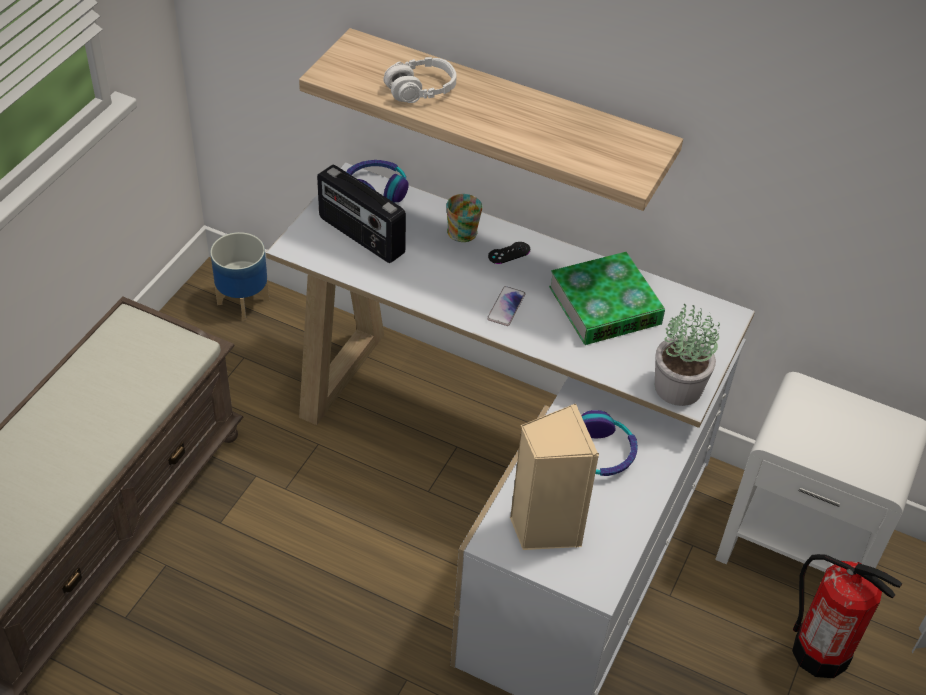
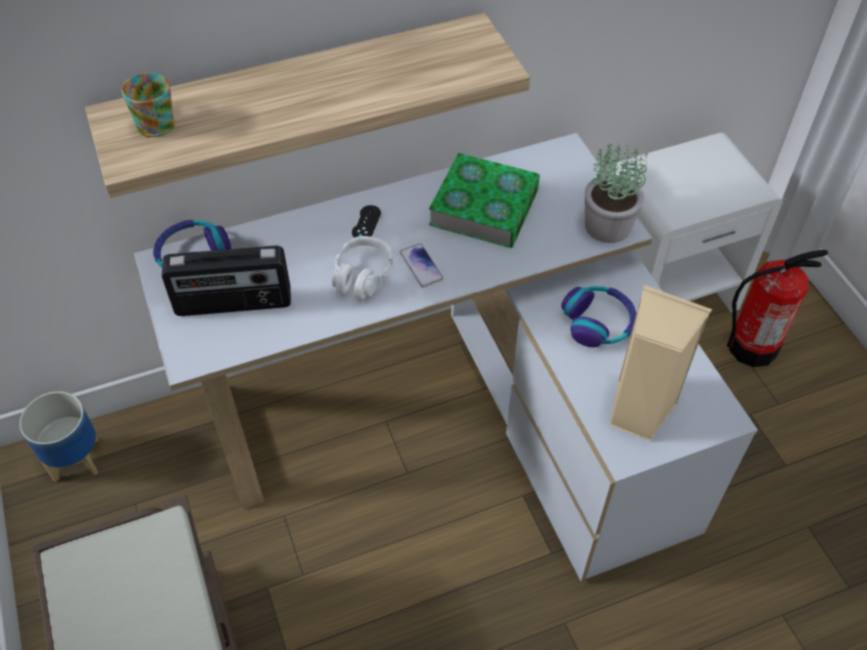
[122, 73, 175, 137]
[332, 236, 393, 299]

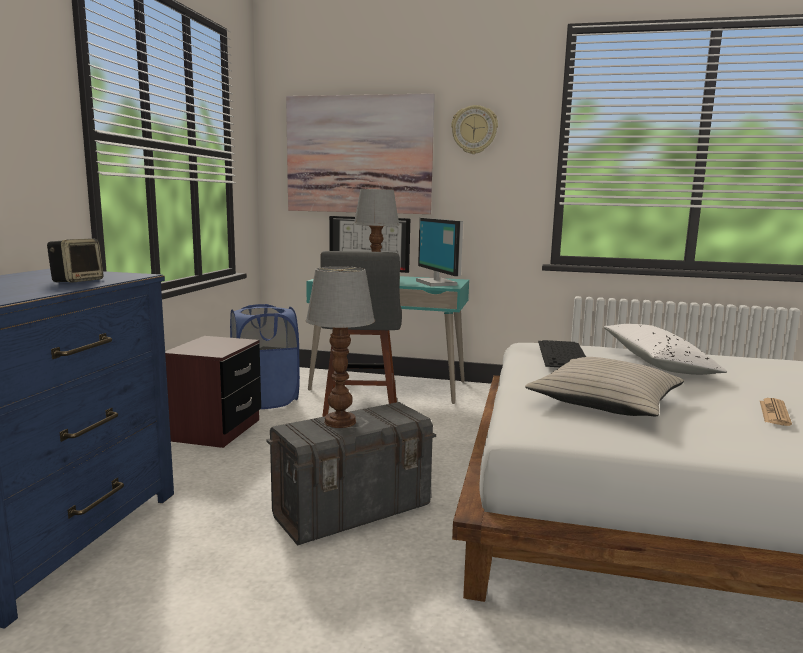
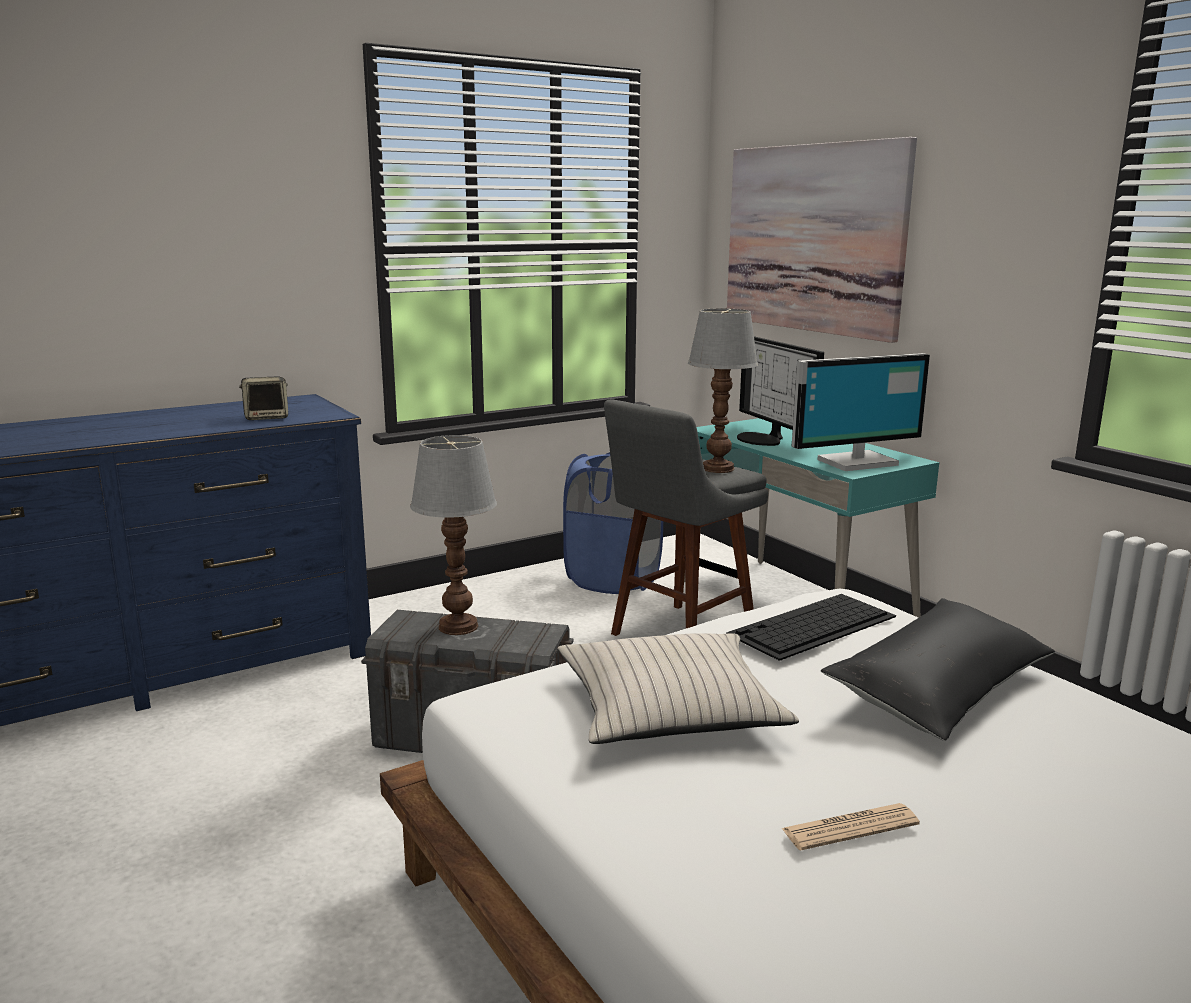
[791, 353, 930, 471]
[821, 598, 1055, 741]
[165, 336, 261, 448] (first image)
[451, 105, 498, 154] (first image)

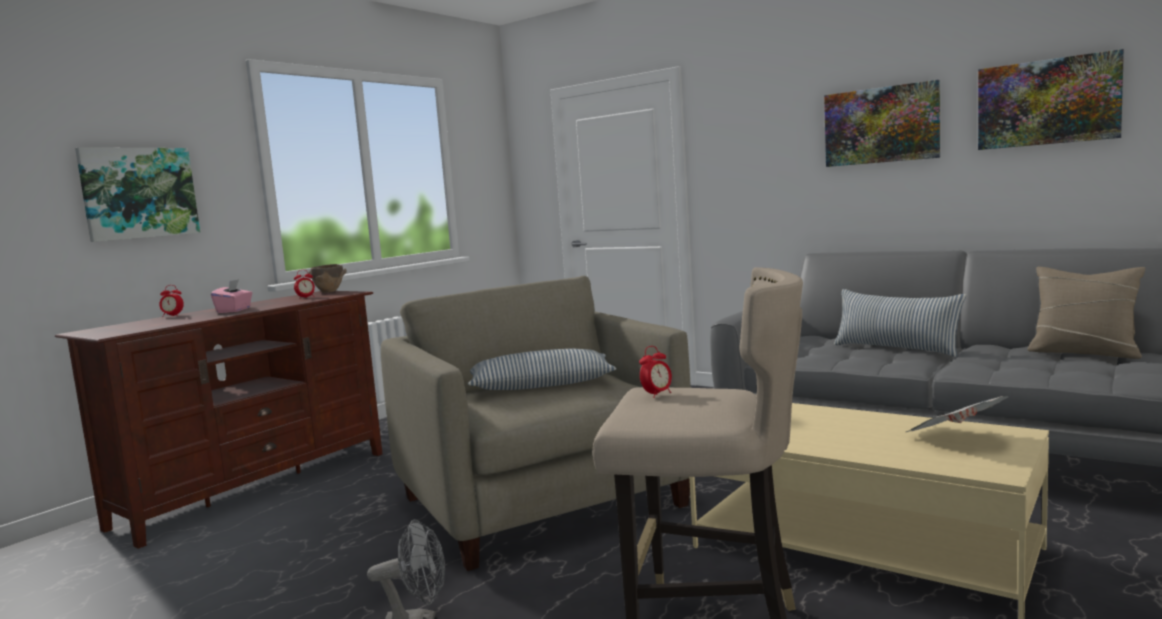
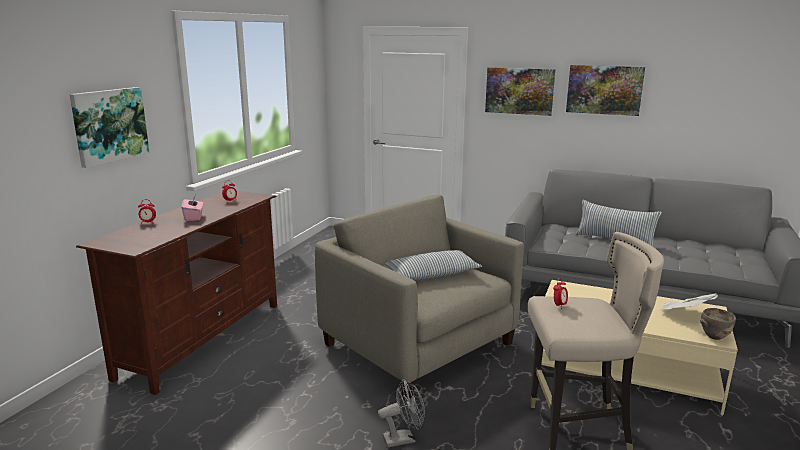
[485, 67, 555, 116]
[700, 308, 736, 340]
[1027, 267, 1146, 359] (first image)

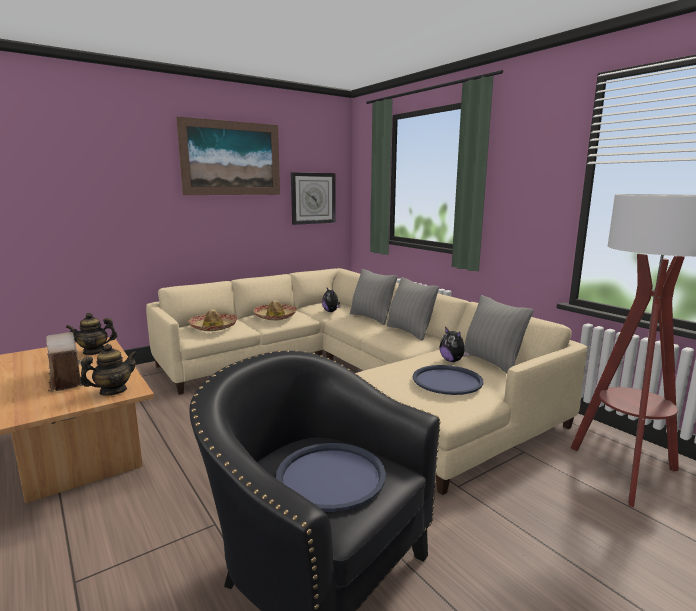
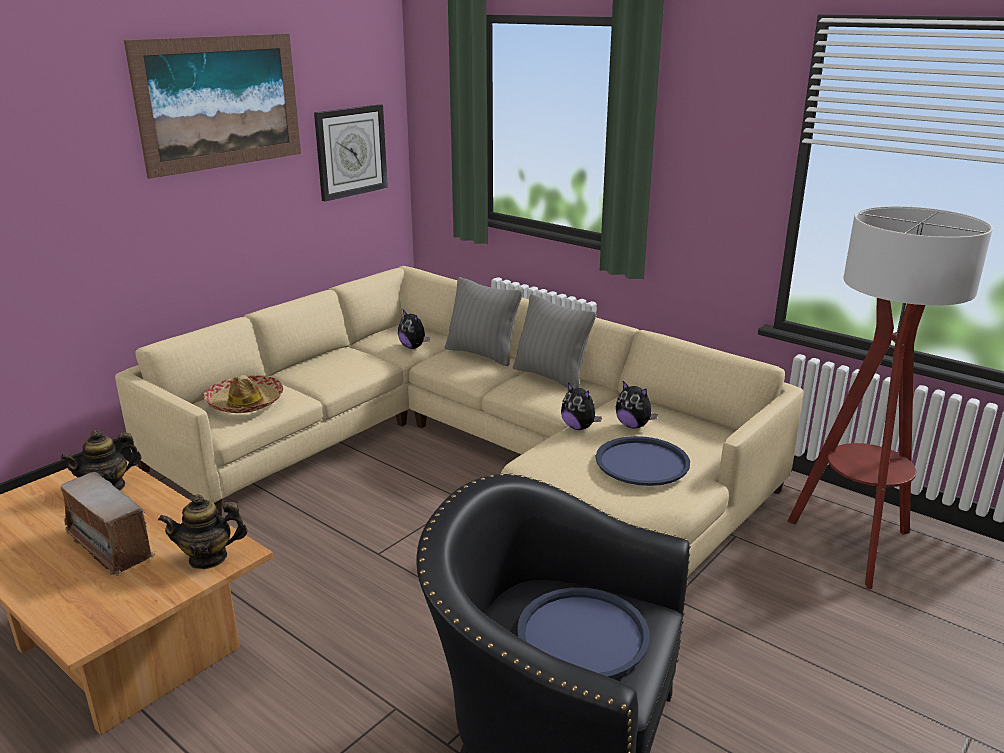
[158, 494, 248, 569]
[561, 383, 602, 430]
[253, 300, 297, 320] (first image)
[464, 295, 533, 373] (first image)

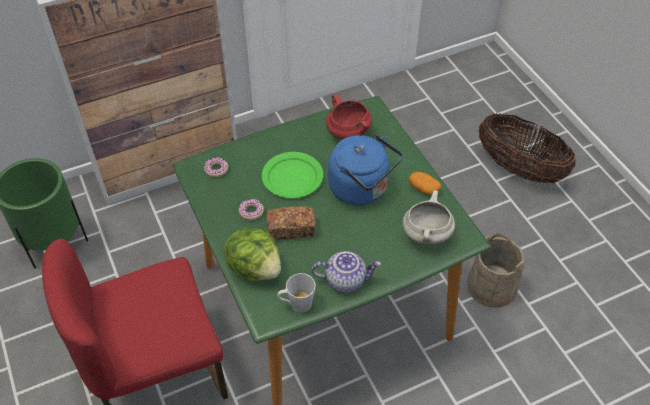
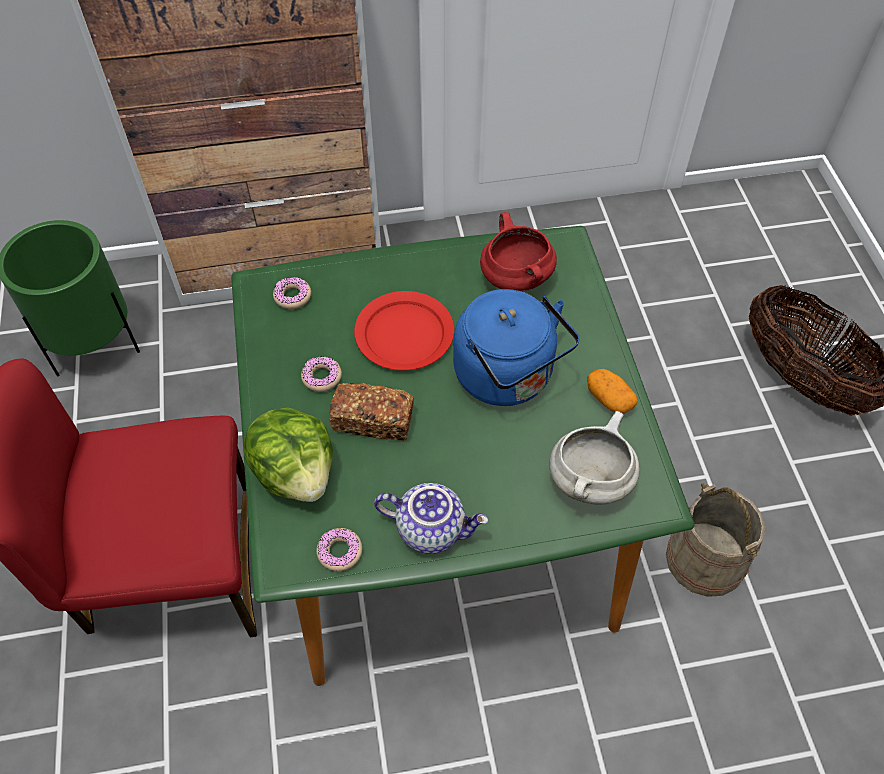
[316, 528, 362, 571]
[354, 291, 454, 371]

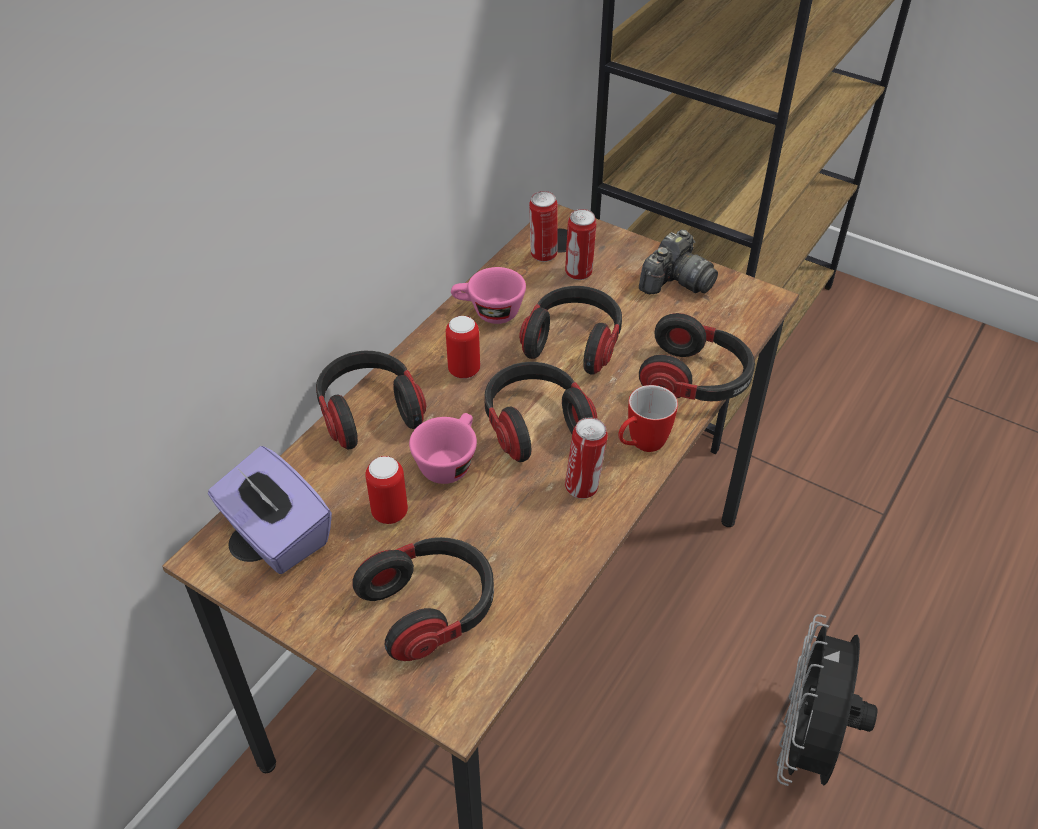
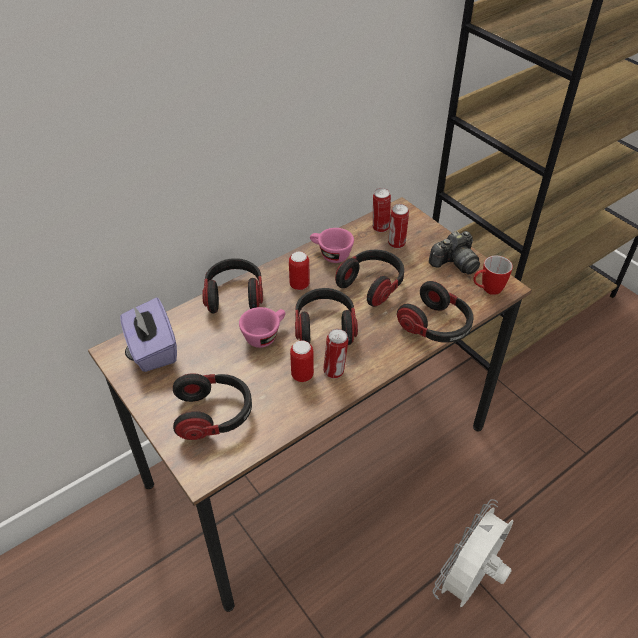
[290, 340, 314, 382]
[432, 499, 514, 607]
[473, 256, 513, 295]

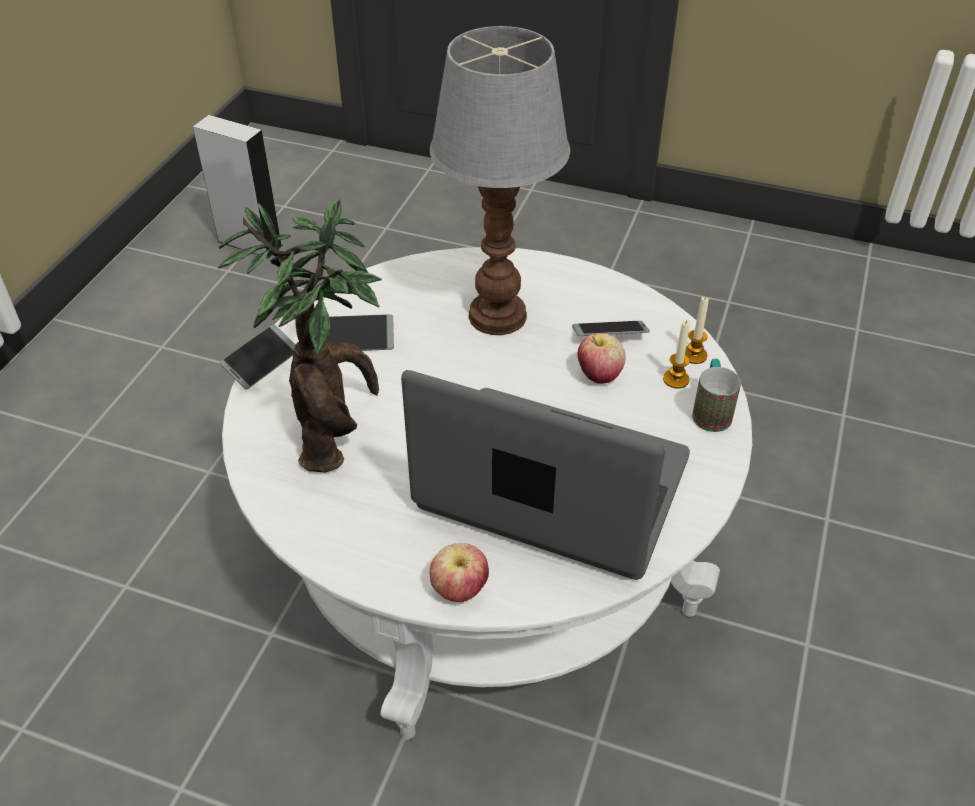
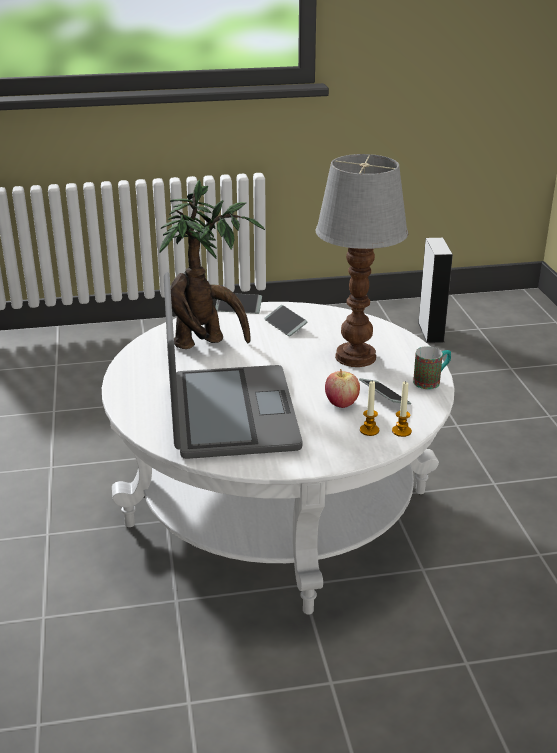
[413, 346, 451, 389]
[430, 543, 489, 602] (first image)

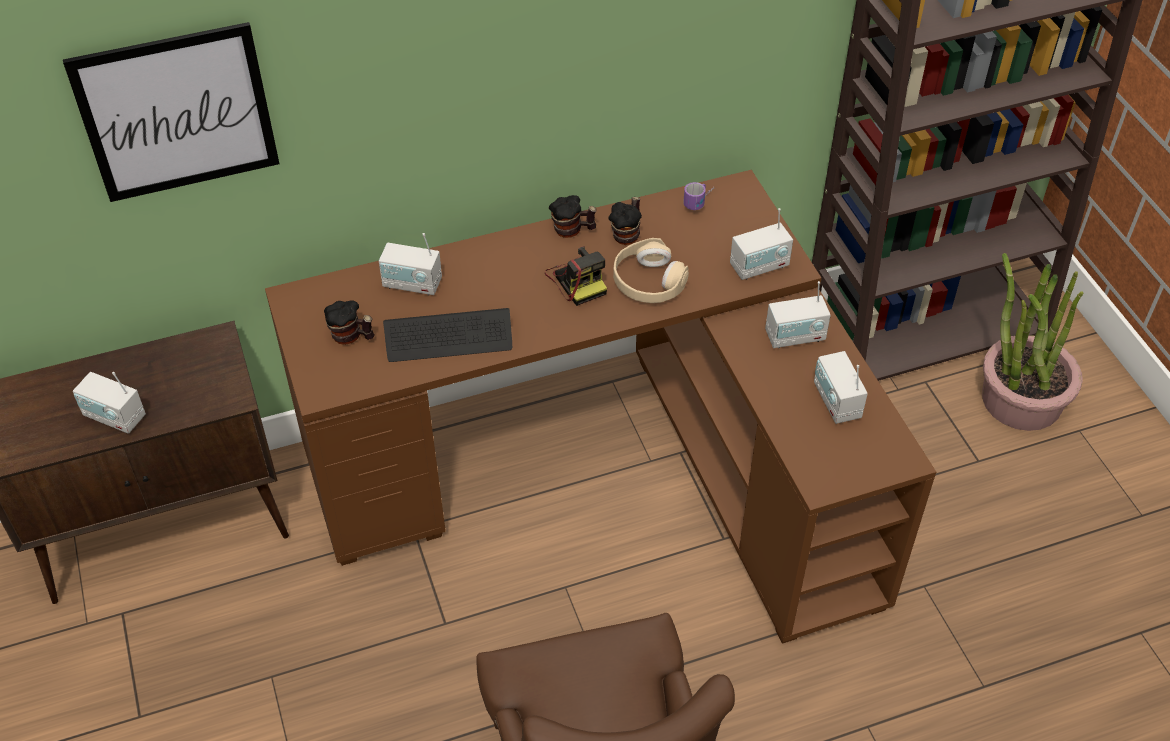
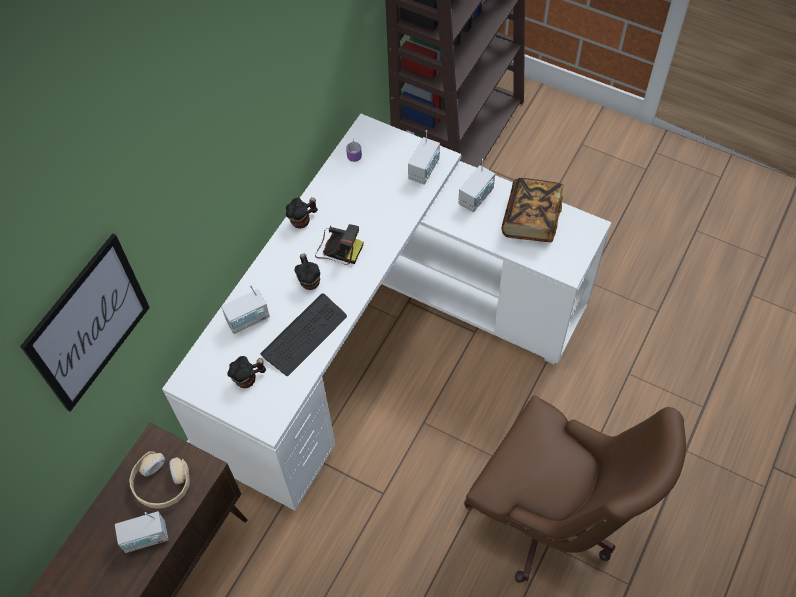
[129, 451, 190, 508]
[162, 114, 611, 511]
[294, 254, 320, 290]
[502, 178, 563, 242]
[982, 253, 1083, 431] (first image)

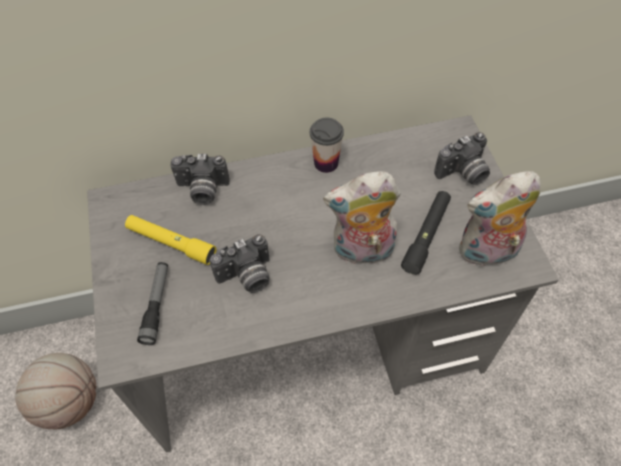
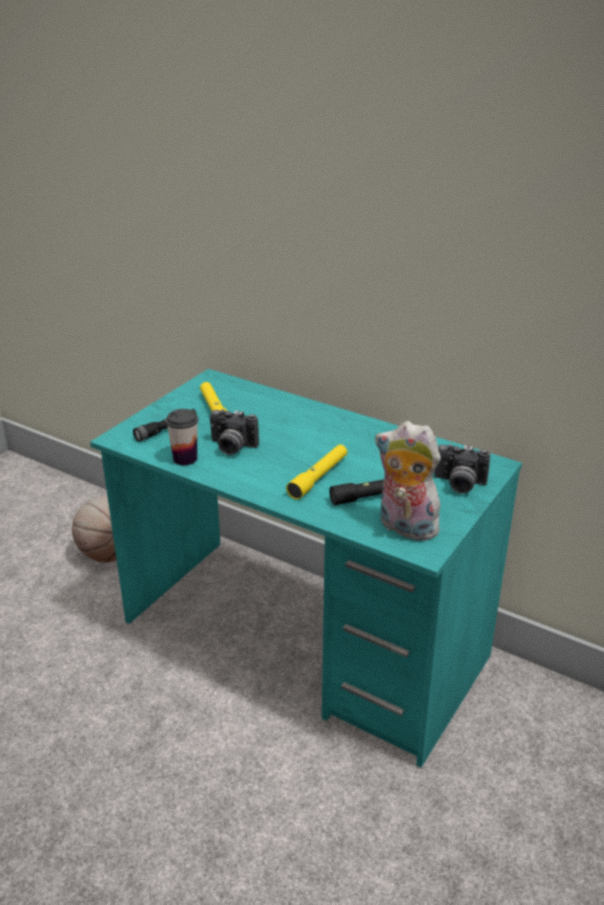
[90, 369, 522, 767]
[166, 409, 198, 465]
[286, 445, 347, 499]
[170, 154, 230, 205] (first image)

